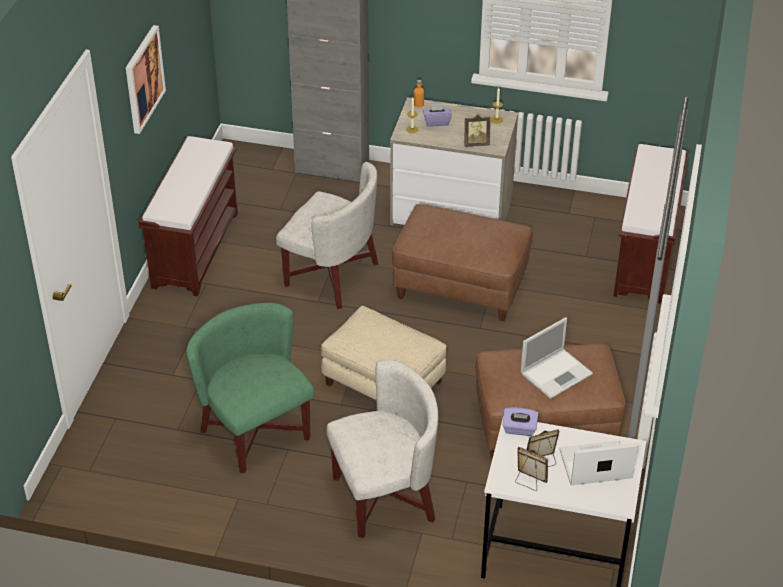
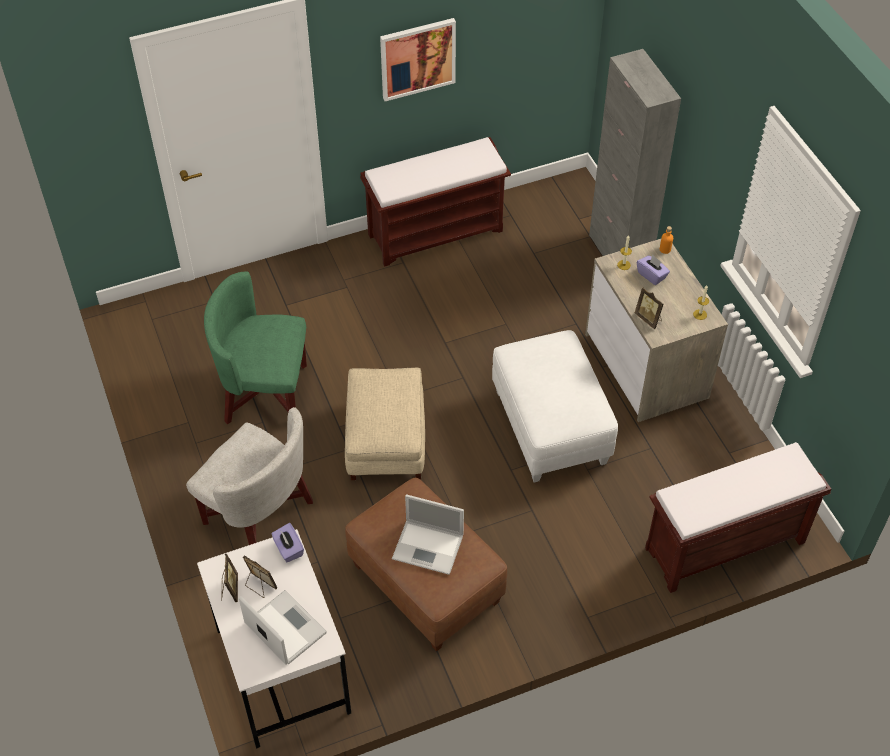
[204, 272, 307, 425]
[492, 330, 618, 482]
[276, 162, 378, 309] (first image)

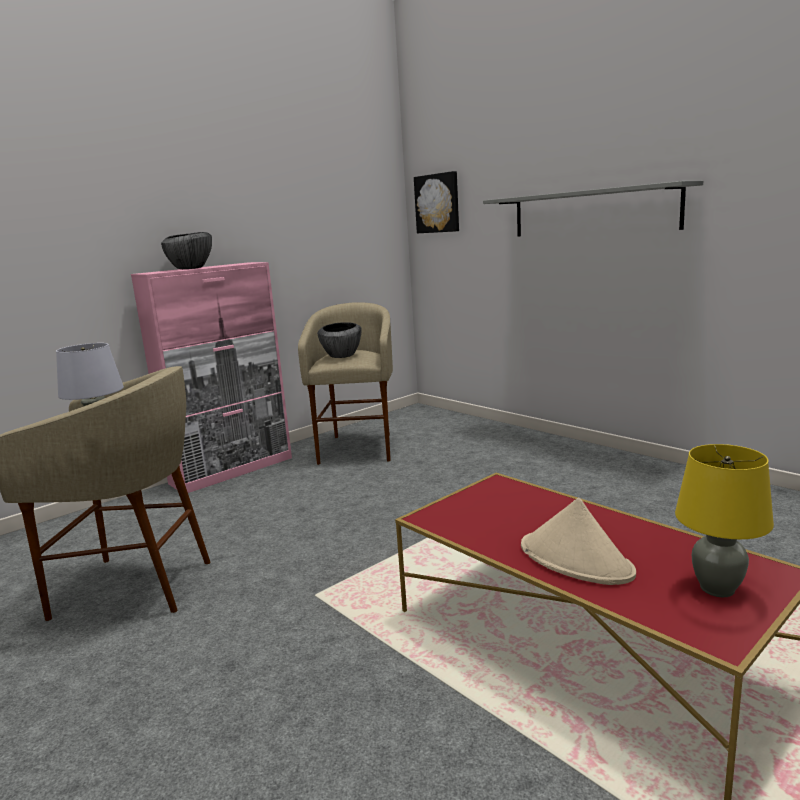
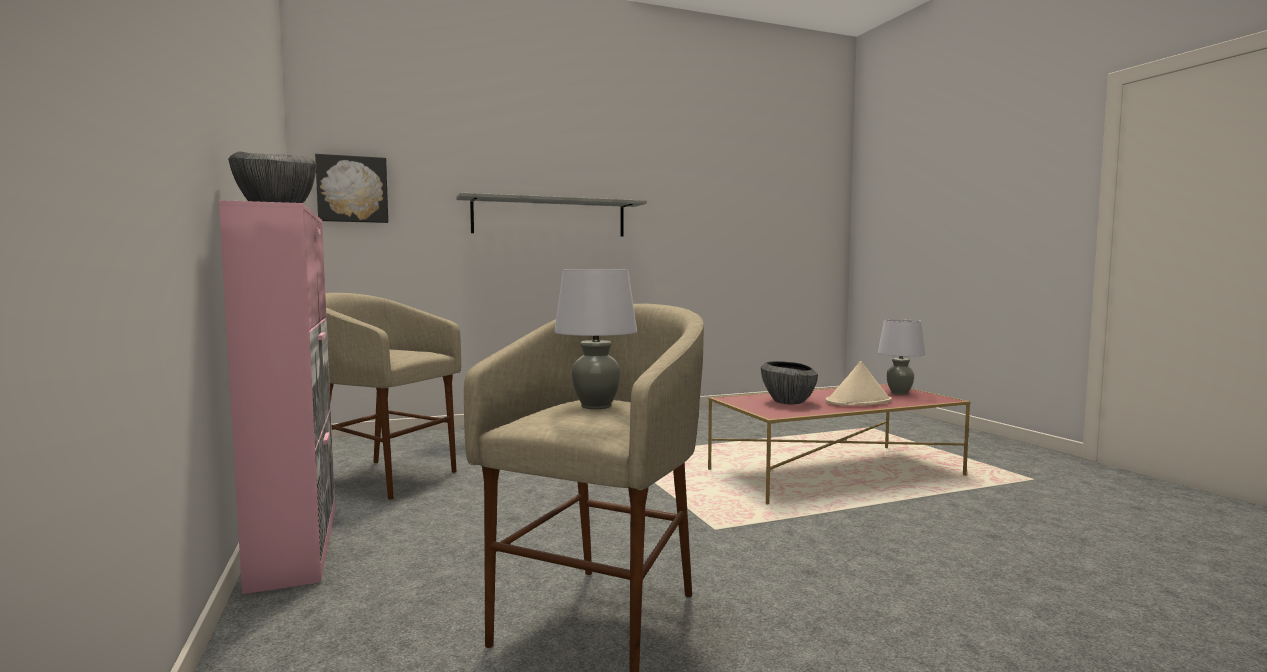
[761, 361, 818, 404]
[878, 319, 925, 395]

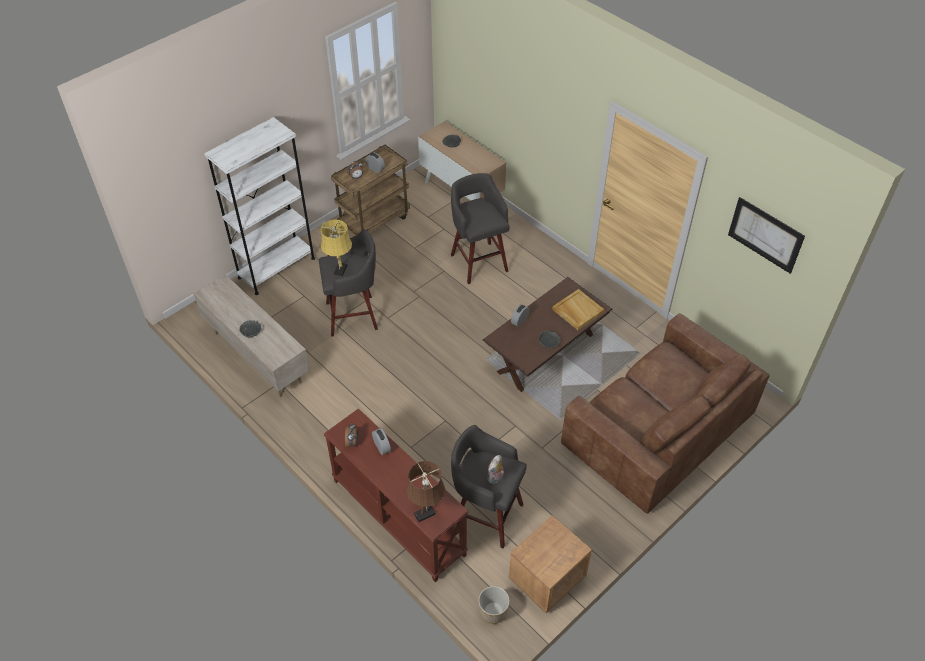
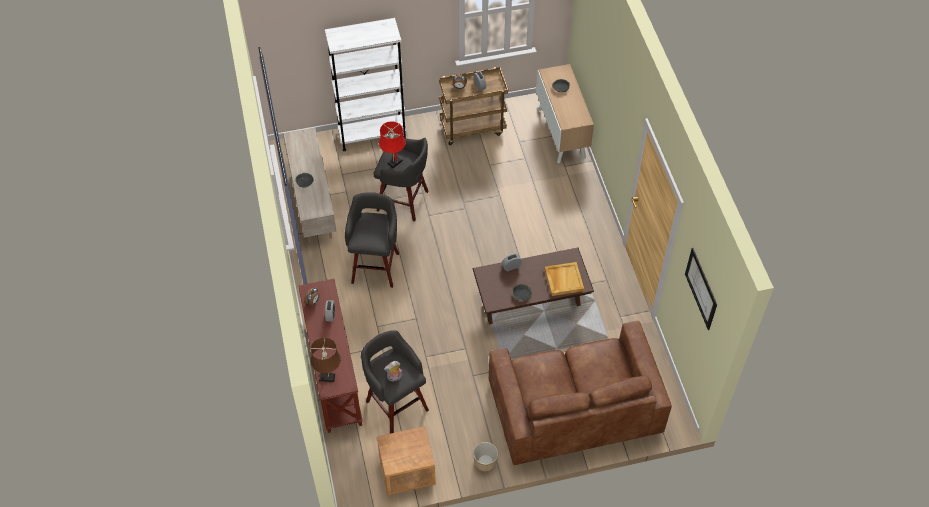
[345, 192, 399, 288]
[379, 121, 406, 168]
[473, 442, 498, 472]

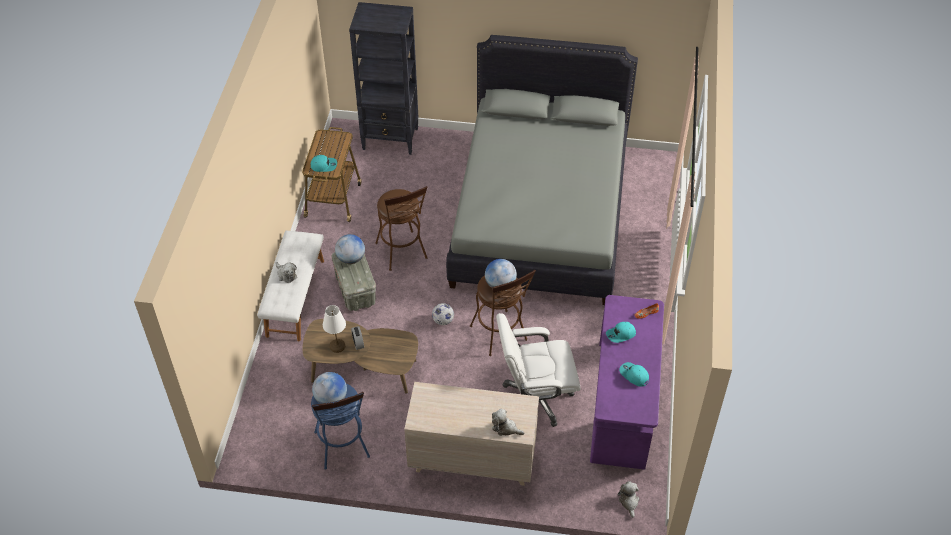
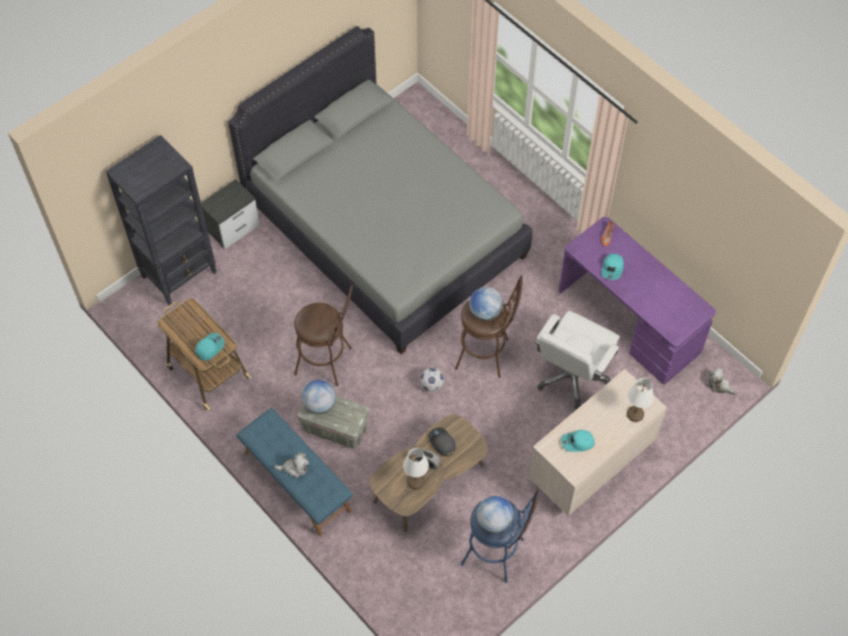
[201, 179, 260, 249]
[236, 408, 353, 536]
[428, 427, 456, 456]
[561, 430, 595, 452]
[627, 378, 654, 422]

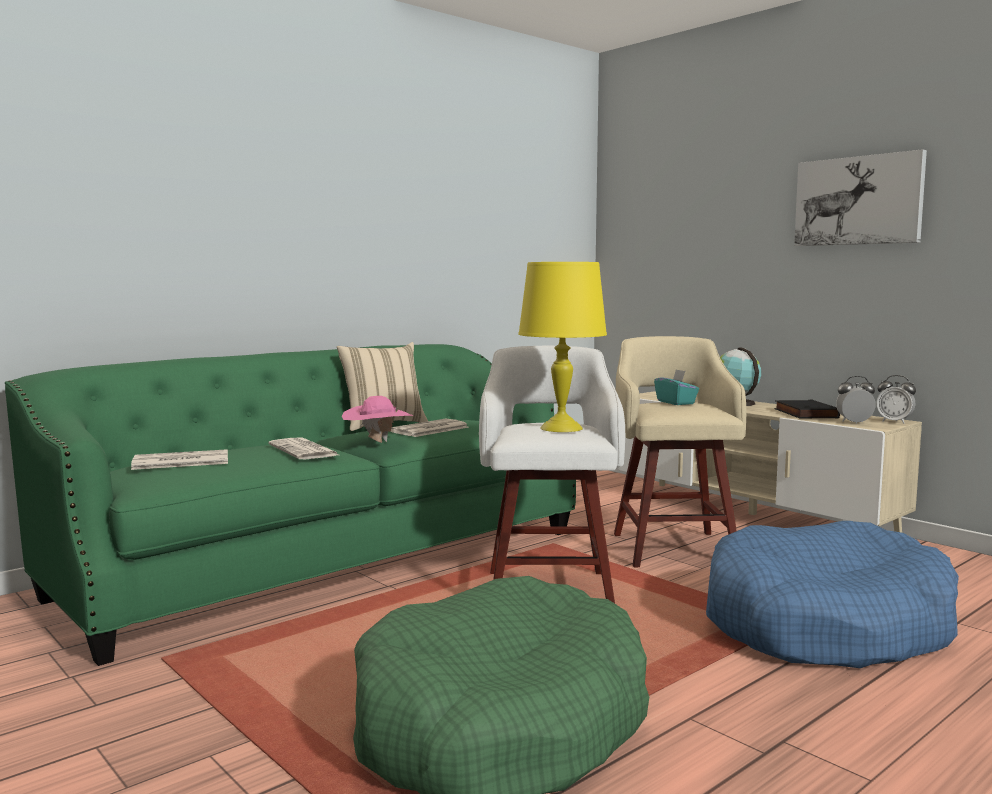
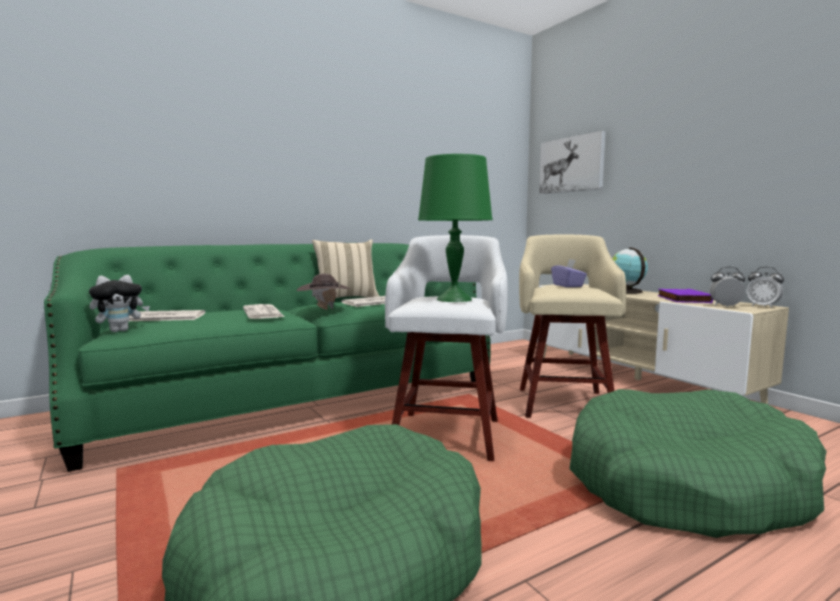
[89, 275, 150, 332]
[297, 274, 350, 310]
[418, 154, 493, 302]
[539, 131, 606, 194]
[551, 259, 587, 287]
[569, 389, 826, 538]
[657, 289, 713, 303]

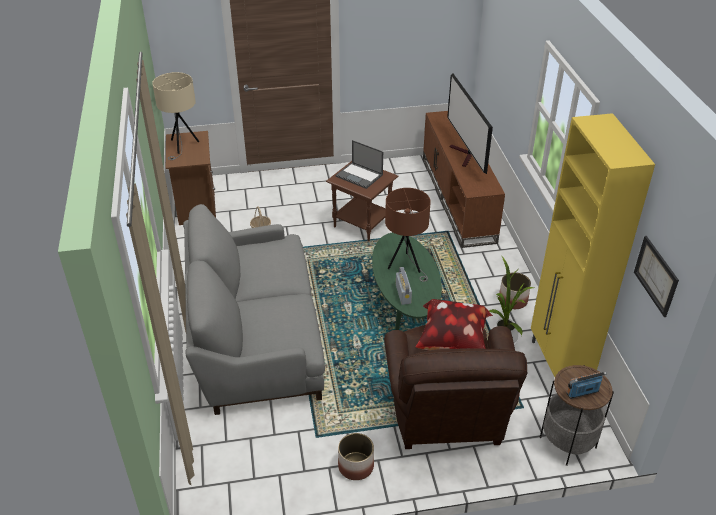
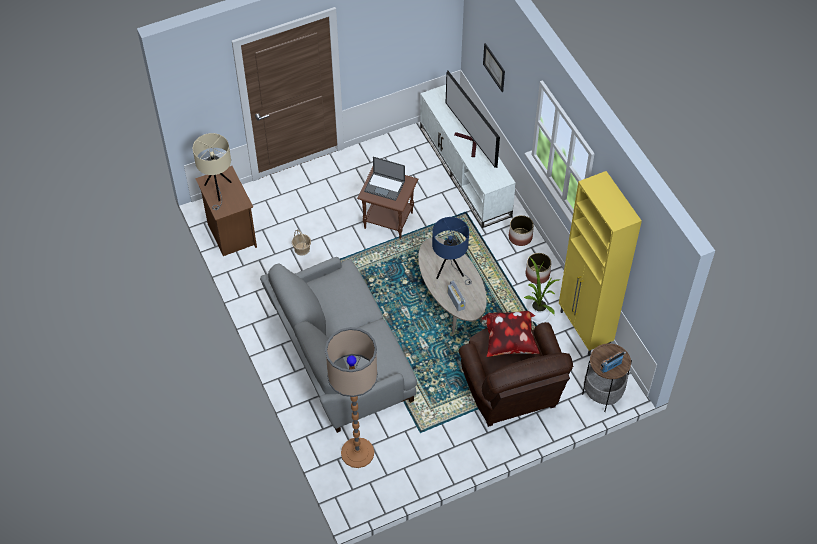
[325, 327, 378, 468]
[418, 238, 487, 334]
[420, 85, 516, 228]
[432, 217, 472, 285]
[483, 43, 505, 92]
[509, 215, 534, 246]

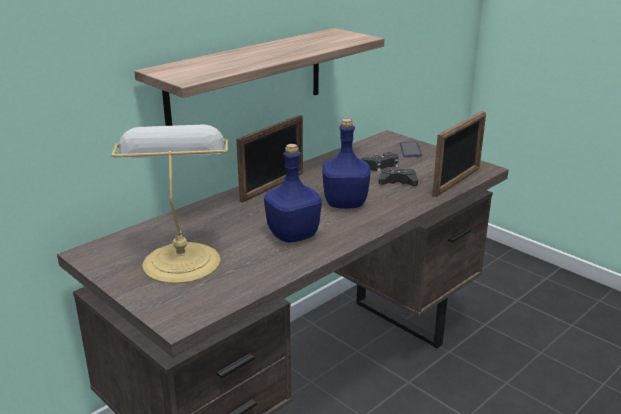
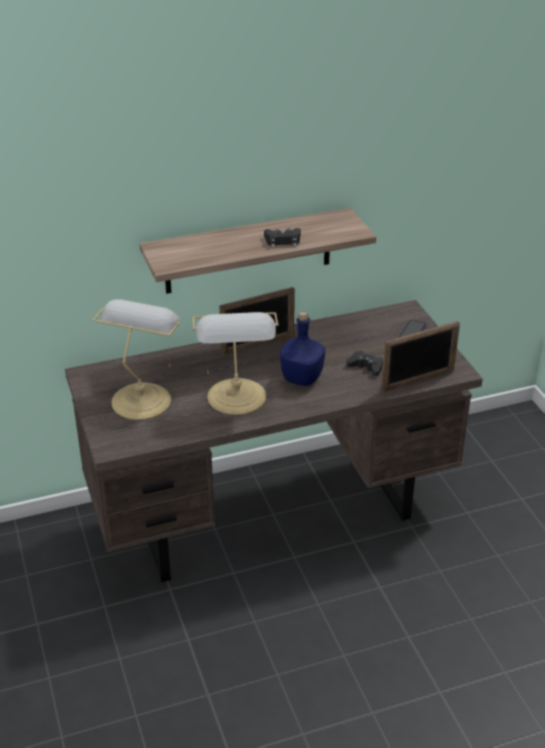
[192, 312, 279, 415]
[264, 228, 301, 248]

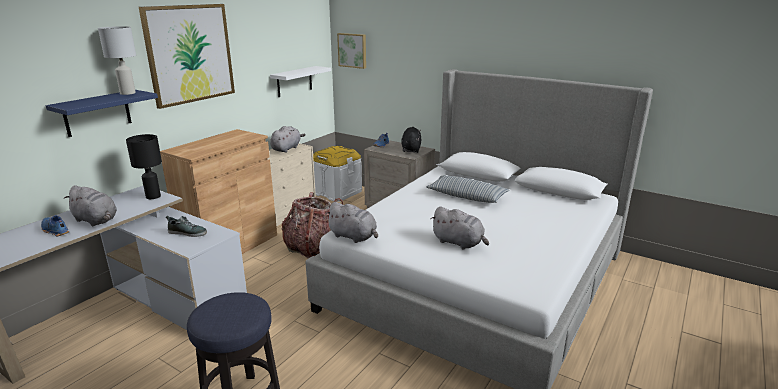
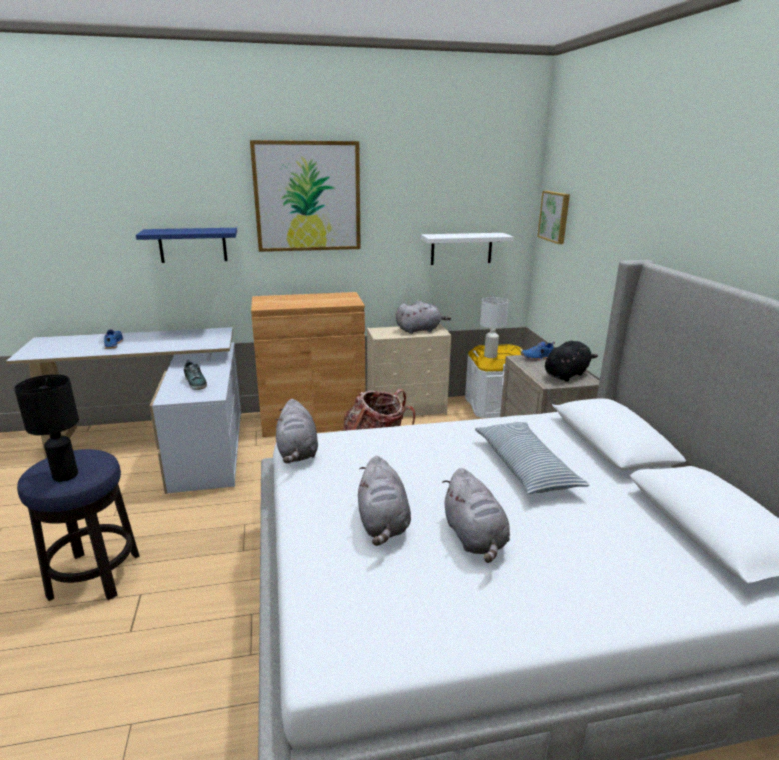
[14, 374, 79, 482]
[442, 468, 510, 563]
[480, 297, 509, 358]

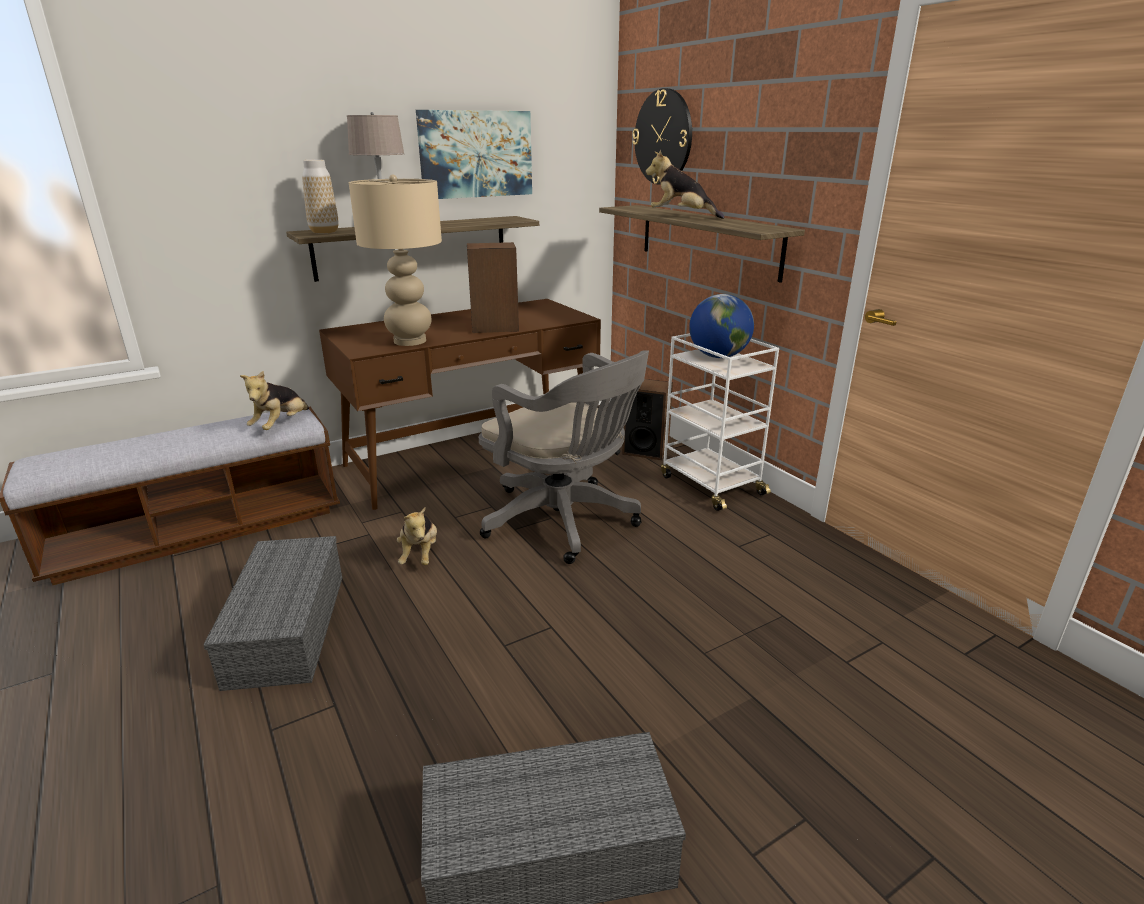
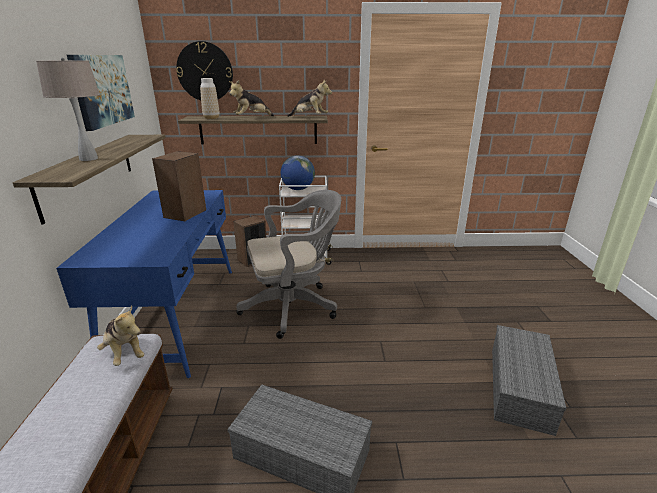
[56, 190, 232, 378]
[200, 78, 219, 119]
[287, 80, 332, 117]
[349, 175, 442, 346] (first image)

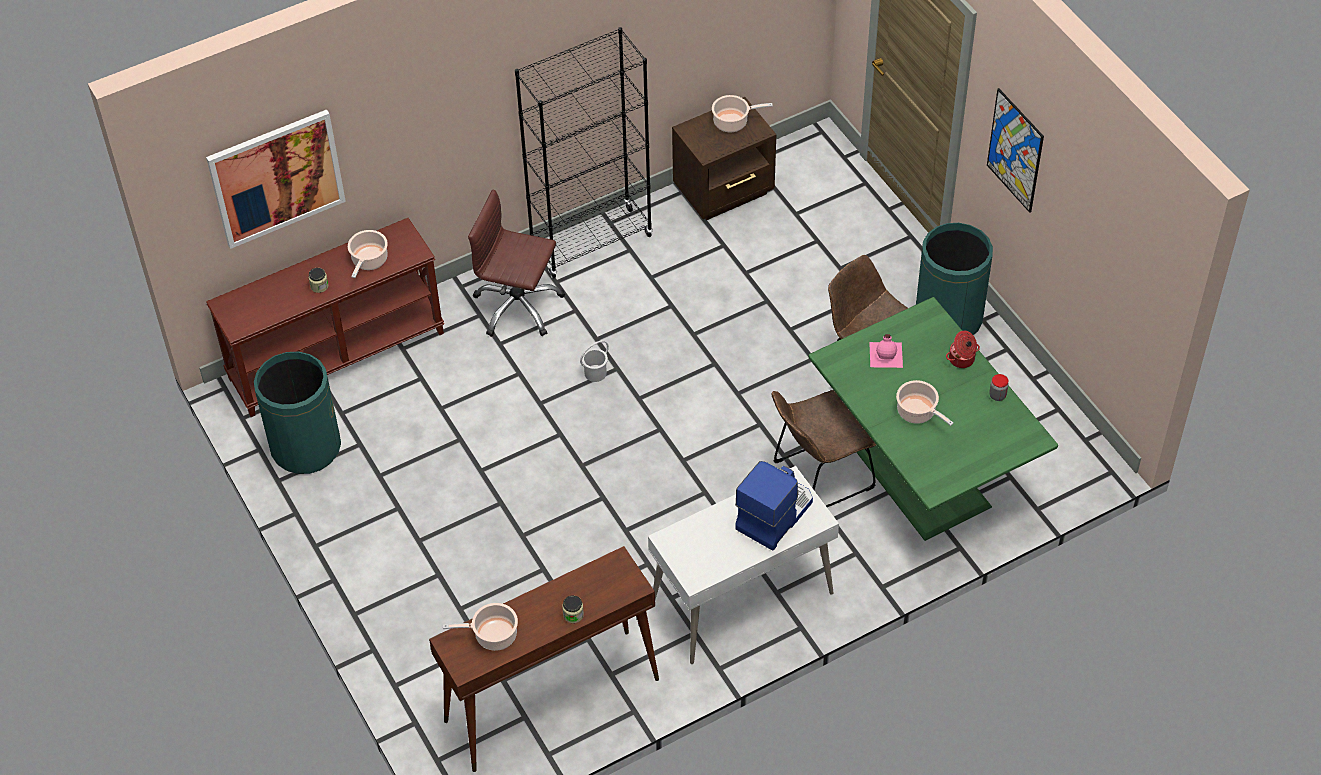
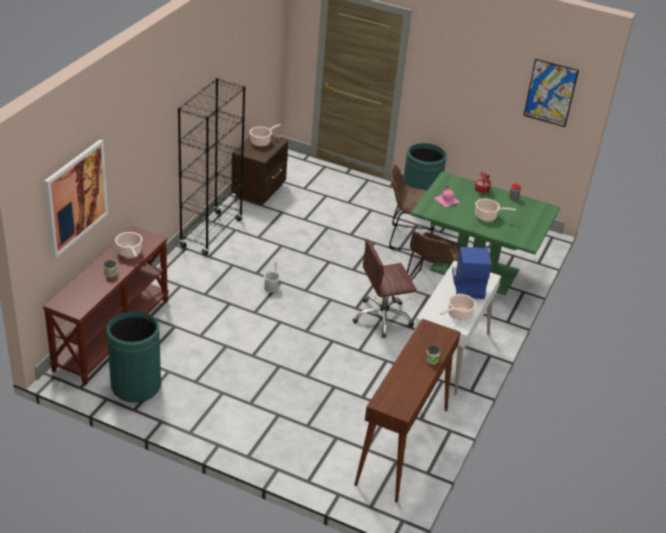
[353, 239, 416, 338]
[440, 294, 476, 321]
[523, 59, 579, 127]

